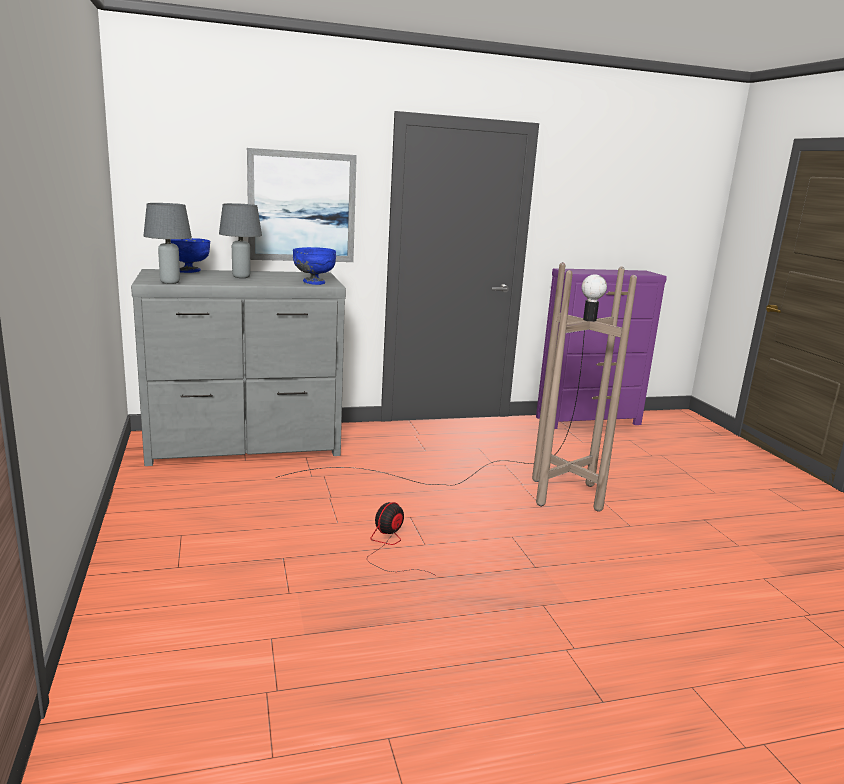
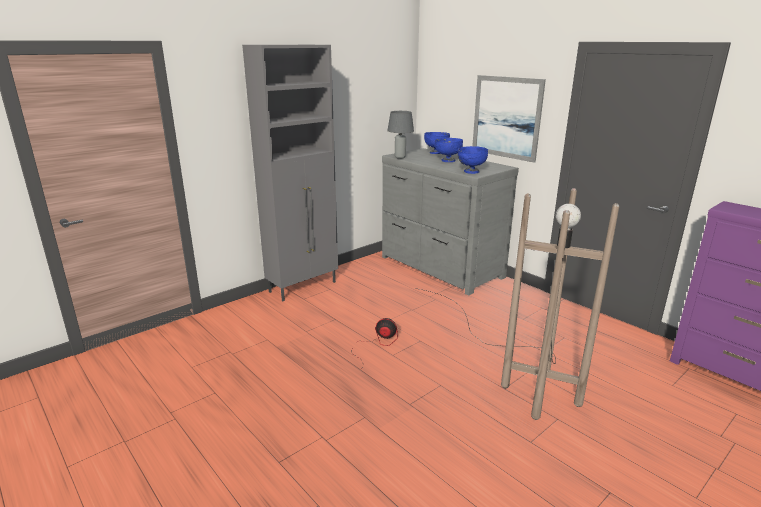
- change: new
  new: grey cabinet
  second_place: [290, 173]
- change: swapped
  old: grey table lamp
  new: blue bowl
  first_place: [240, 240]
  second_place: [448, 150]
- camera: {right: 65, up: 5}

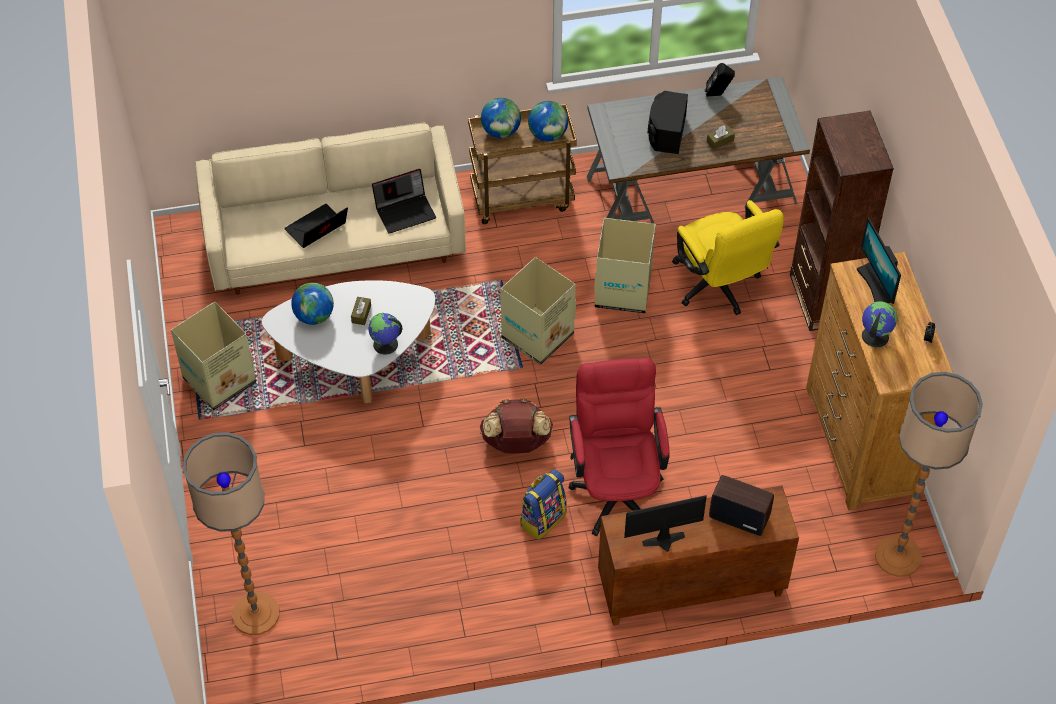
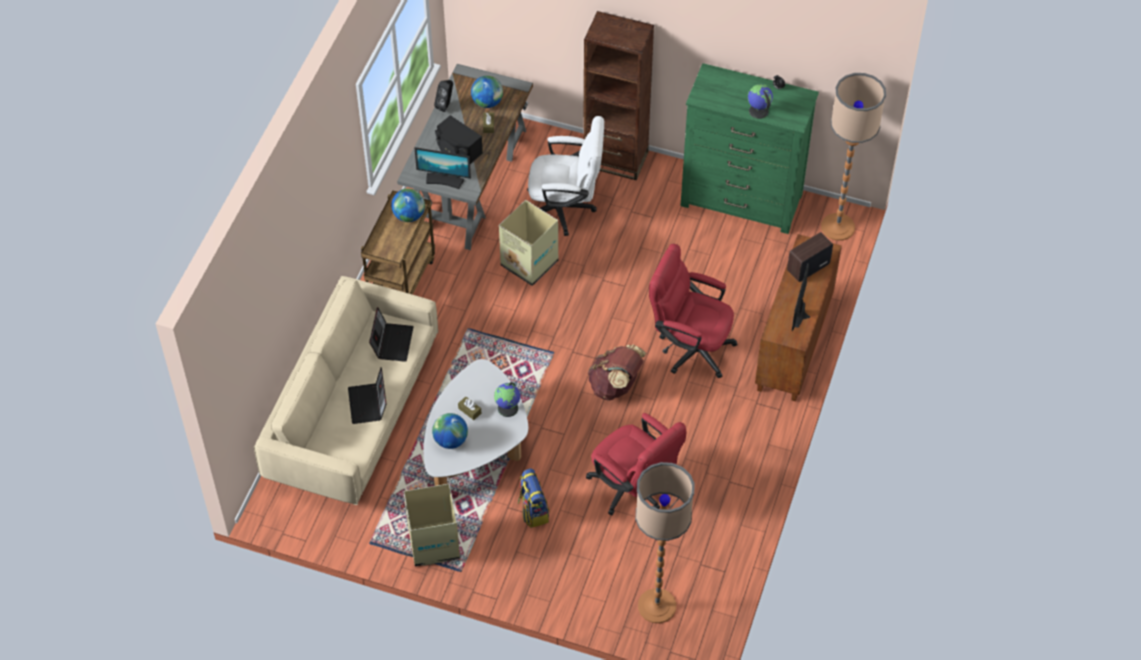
- change: gone
  old: cardboard box
  first_place: [538, 311]
- change: new
  new: red office chair
  second_place: [636, 464]
- change: shifted
  old: globe
  first_place: [501, 118]
  second_place: [487, 92]
- change: shifted
  old: backpack
  first_place: [543, 505]
  second_place: [533, 498]
- change: shifted
  old: monitor
  first_place: [878, 260]
  second_place: [443, 168]
- change: repainted
  old: yellow office chair
  new: white office chair
  first_place: [728, 257]
  second_place: [565, 176]
- change: repainted
  old: brown dresser
  new: green dresser
  first_place: [879, 381]
  second_place: [750, 148]
- camera: {right: -60, up: 0}

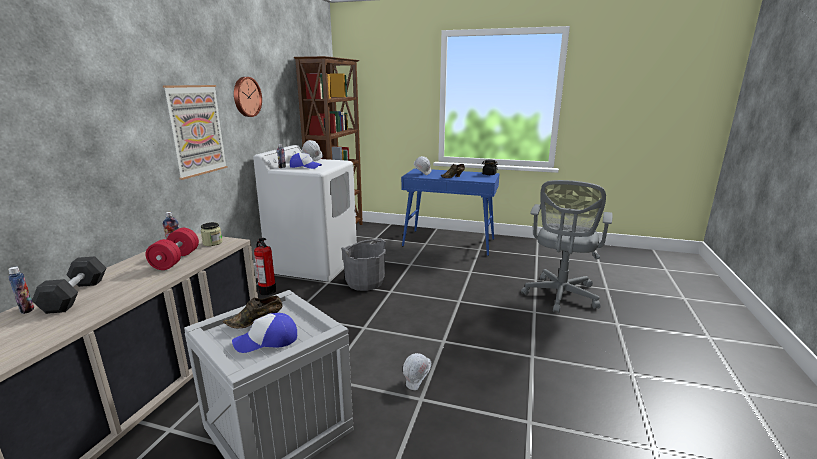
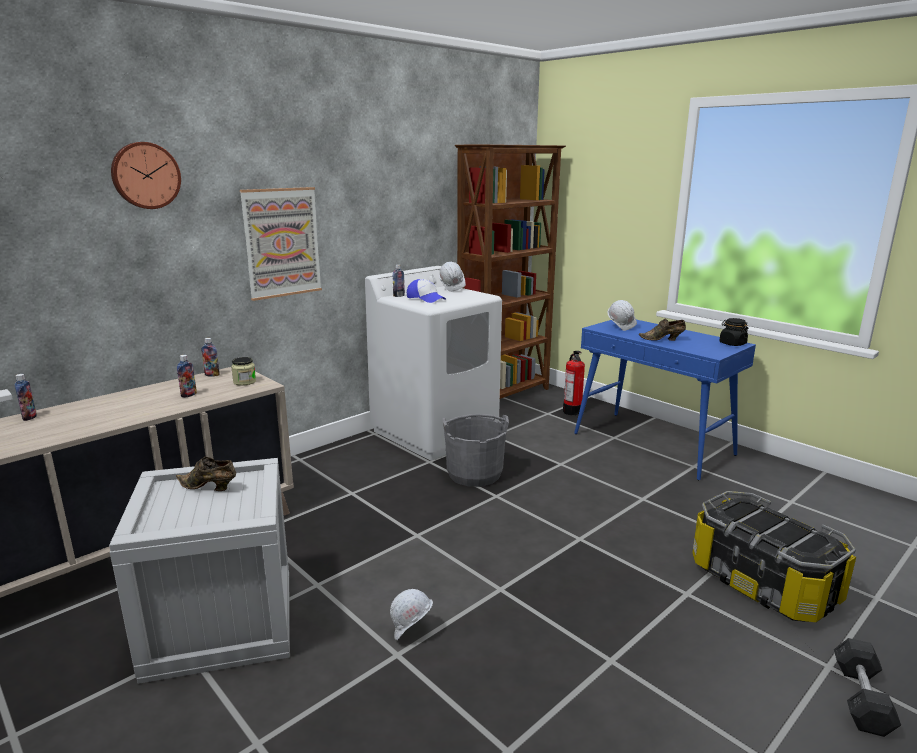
- change: gone
  old: cap
  first_place: [264, 333]
- change: shifted
  old: grey dumbbell
  first_place: [69, 285]
  second_place: [867, 687]
- change: shifted
  old: wall clock
  first_place: [248, 97]
  second_place: [146, 175]
- change: shifted
  old: fire extinguisher
  first_place: [265, 266]
  second_place: [574, 383]
- change: swapped
  old: red dumbbell
  new: bottle
  first_place: [172, 249]
  second_place: [187, 376]
- change: swapped
  old: grey office chair
  new: storage box
  first_place: [567, 246]
  second_place: [774, 556]
- camera: {right: 30, up: 0}

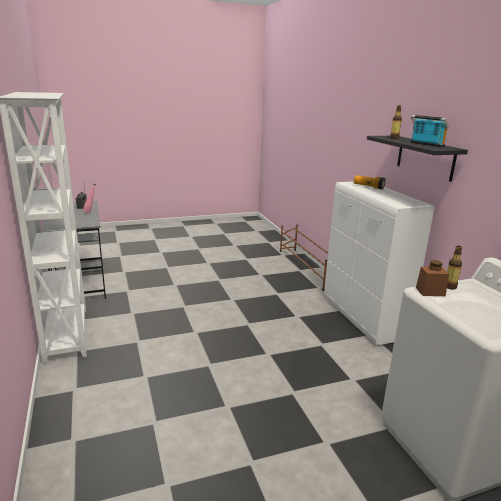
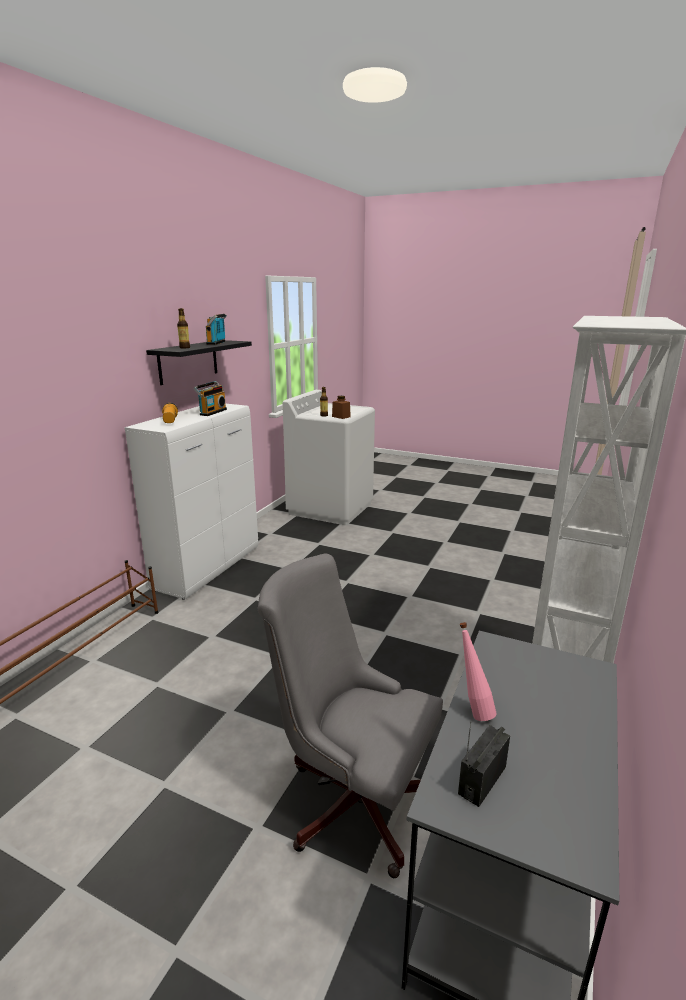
- change: new
  new: radio
  second_place: [210, 398]
- change: new
  new: grey office chair
  second_place: [350, 716]
- camera: {right: -135, up: 0}

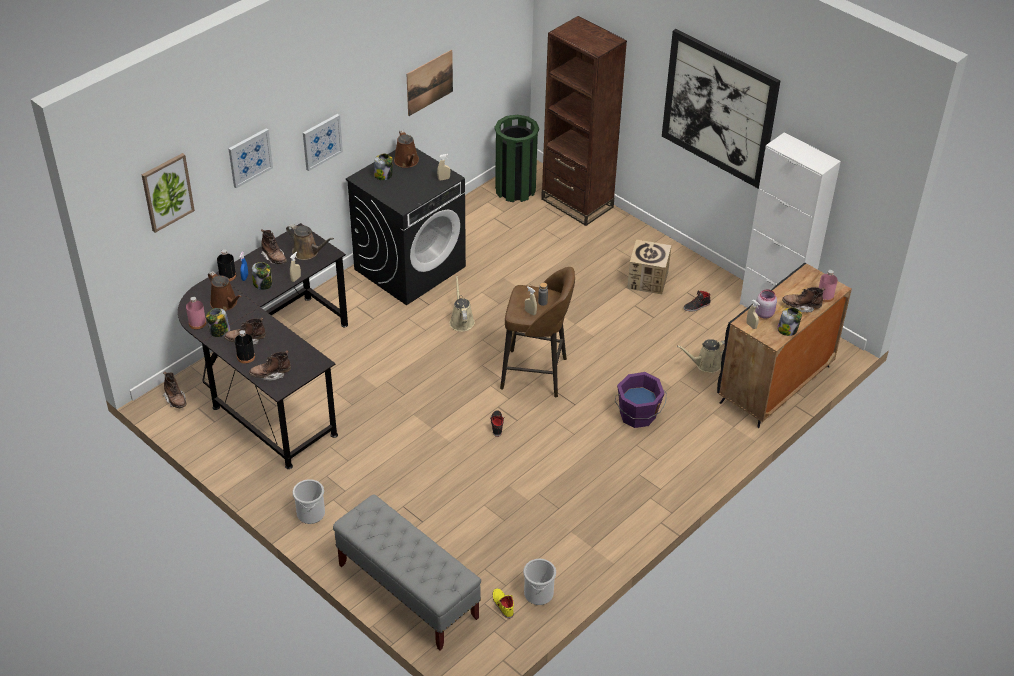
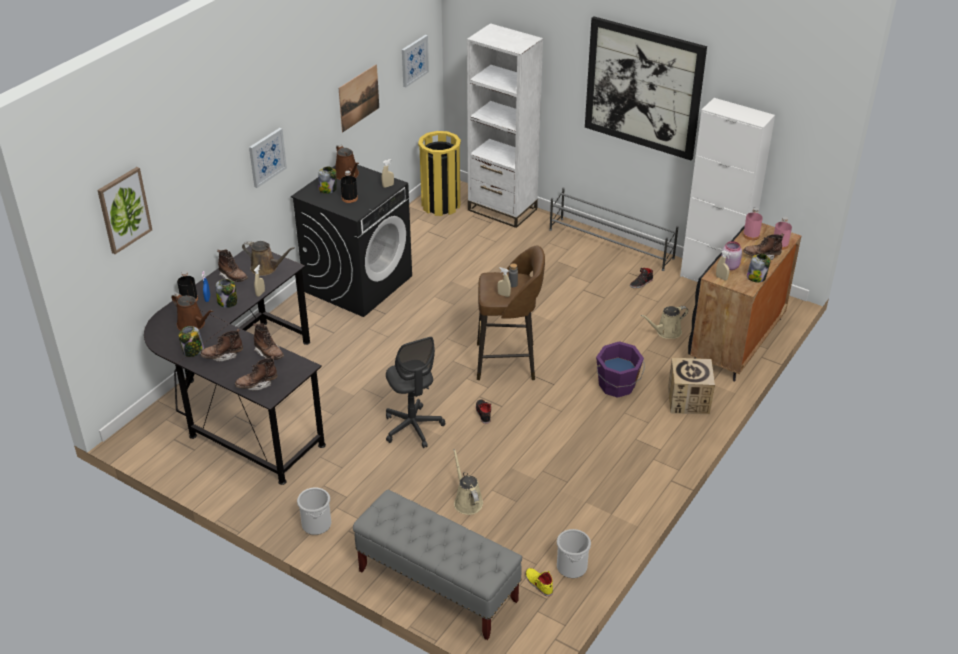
- change: new
  new: grey office chair
  second_place: [415, 392]
- change: new
  new: grey shoe rack
  second_place: [614, 229]
- change: shifted
  old: brown boot
  first_place: [175, 390]
  second_place: [268, 341]
- change: shifted
  old: pink bottle
  first_place: [196, 313]
  second_place: [753, 223]
- change: shifted
  old: picture
  first_place: [250, 158]
  second_place: [415, 61]
- change: shifted
  old: black bottle
  first_place: [245, 347]
  second_place: [349, 187]
- change: shifted
  old: beige watering can
  first_place: [462, 304]
  second_place: [468, 482]
- change: shifted
  old: cardboard box
  first_place: [649, 266]
  second_place: [691, 386]
- change: repainted
  old: green trash can
  new: yellow trash can
  first_place: [517, 158]
  second_place: [439, 173]
- change: repainted
  old: brown bookcase
  new: white bookcase
  first_place: [584, 121]
  second_place: [505, 125]
- camera: {right: -10, up: -5}

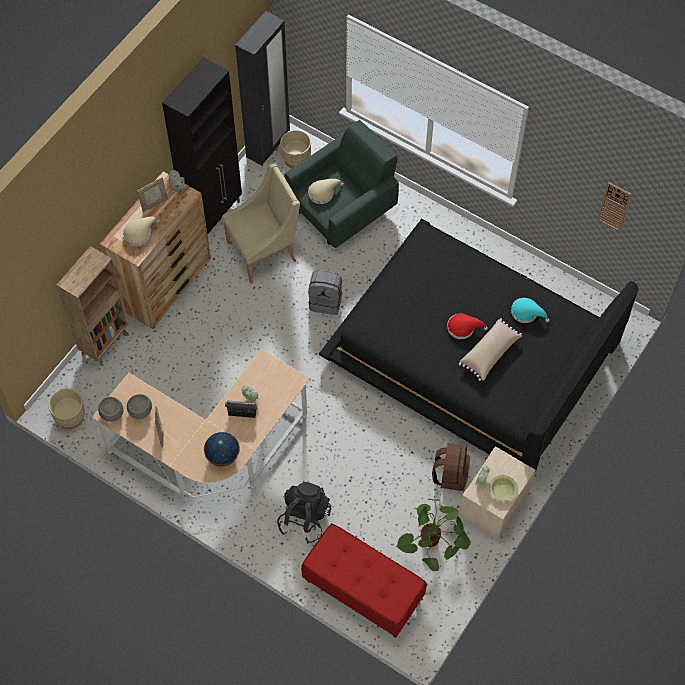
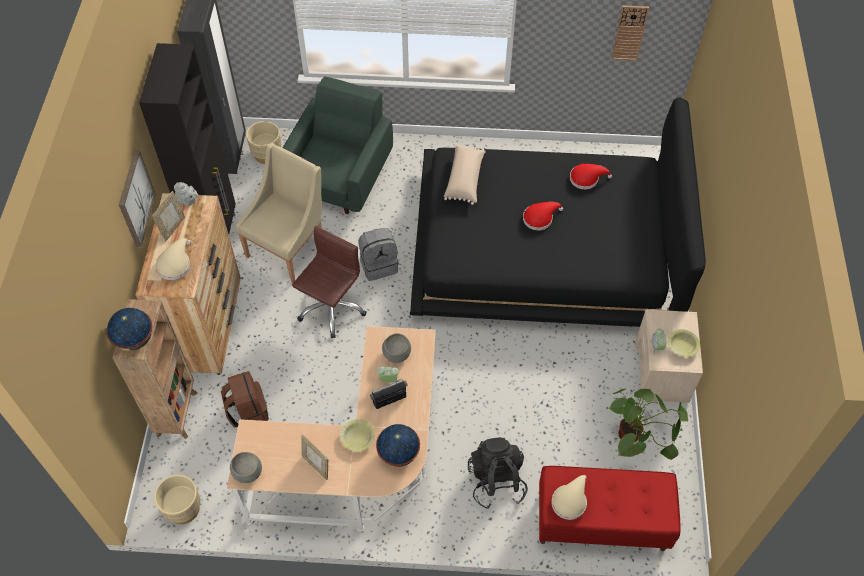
- change: new
  new: globe
  second_place: [129, 329]
- change: new
  new: picture
  second_place: [137, 199]
- change: new
  new: brown office chair
  second_place: [329, 282]
- change: new
  new: yellow bowl
  second_place: [357, 435]
- change: shifted
  old: grey bowl
  first_place: [139, 406]
  second_place: [396, 348]
- change: shifted
  old: beige hat
  first_place: [326, 191]
  second_place: [569, 497]
- change: shifted
  old: brown backpack
  first_place: [451, 467]
  second_place: [245, 399]
- change: shifted
  old: beige pillow
  first_place: [490, 349]
  second_place: [465, 175]
- change: repainted
  old: turquoise hat
  new: red hat
  first_place: [530, 310]
  second_place: [591, 177]
- camera: {right: -30, up: -5}

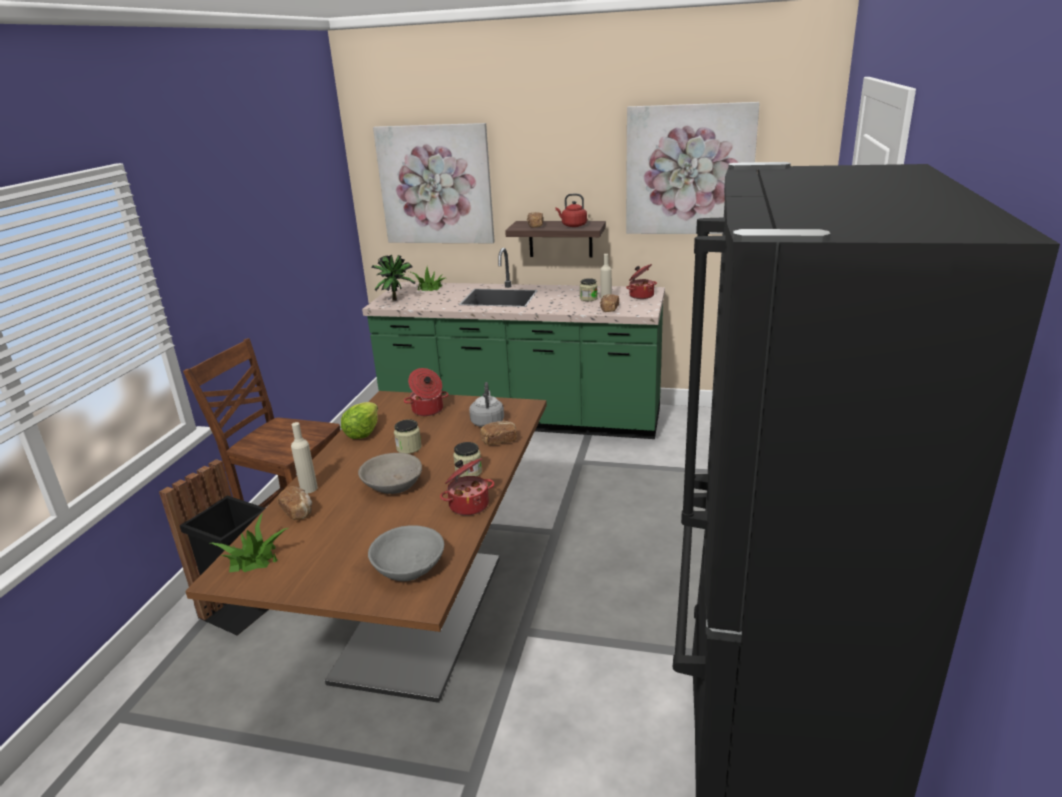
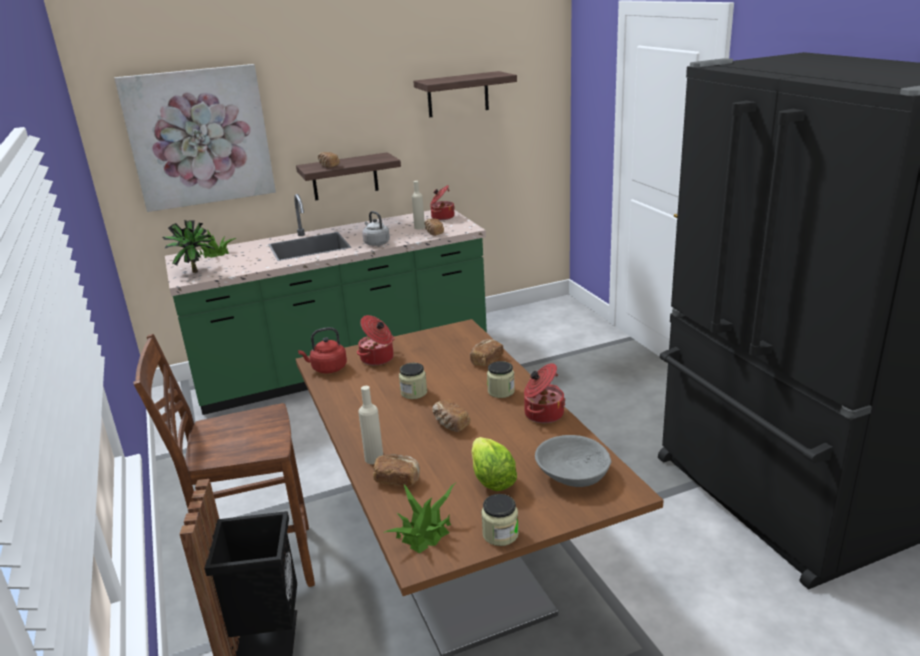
- change: shifted
  old: lettuce
  first_place: [359, 420]
  second_place: [494, 464]
- change: shifted
  old: grey kettle
  first_place: [486, 404]
  second_place: [376, 228]
- change: shifted
  old: red kettle
  first_place: [571, 210]
  second_place: [322, 350]
- change: shifted
  old: jar
  first_place: [589, 289]
  second_place: [500, 520]
- change: swapped
  old: grey bowl
  new: bread
  first_place: [390, 473]
  second_place: [451, 416]
- change: swapped
  old: picture
  new: shelf
  first_place: [693, 168]
  second_place: [465, 94]
- camera: {right: -35, up: 0}

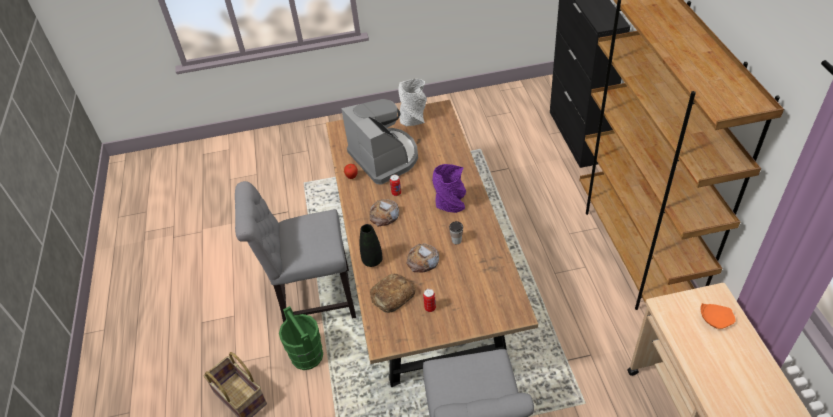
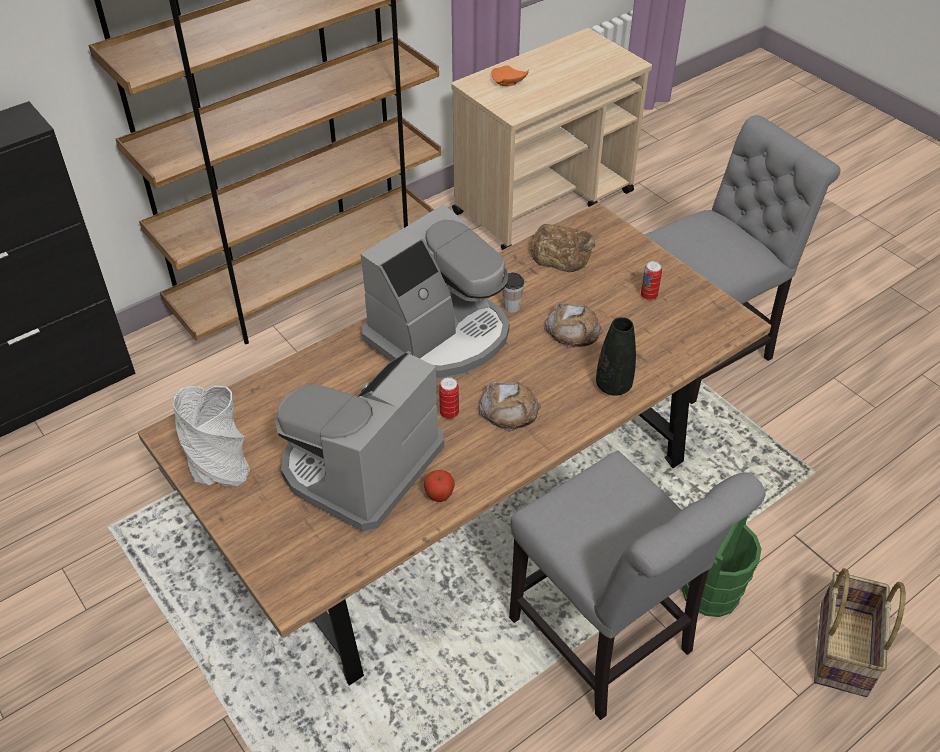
- change: shifted
  old: bread
  first_place: [392, 293]
  second_place: [562, 248]
- change: swapped
  old: purple vase
  new: coffee machine
  first_place: [449, 188]
  second_place: [435, 292]
- camera: {right: -120, up: 0}

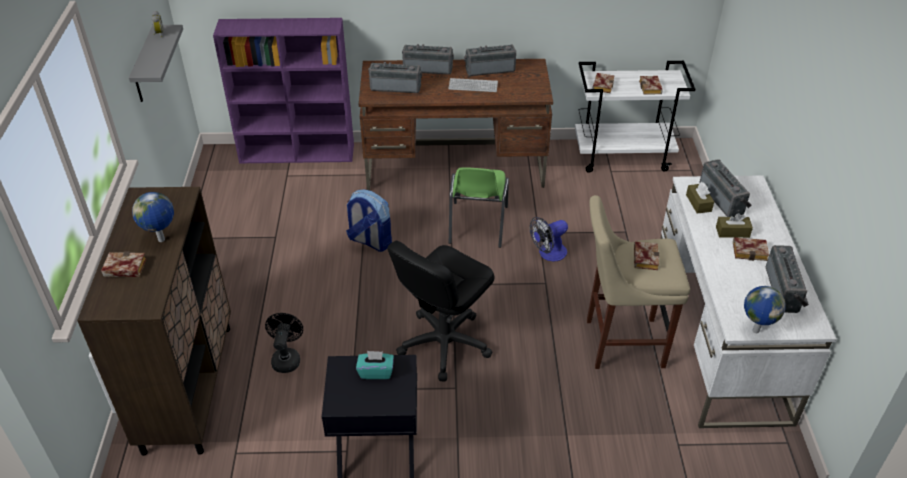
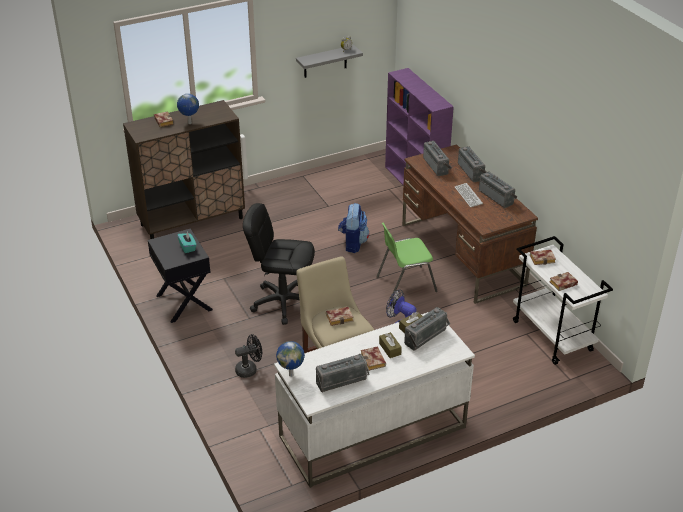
- change: shifted
  old: black fan
  first_place: [284, 343]
  second_place: [248, 356]
- camera: {right: 65, up: -5}

